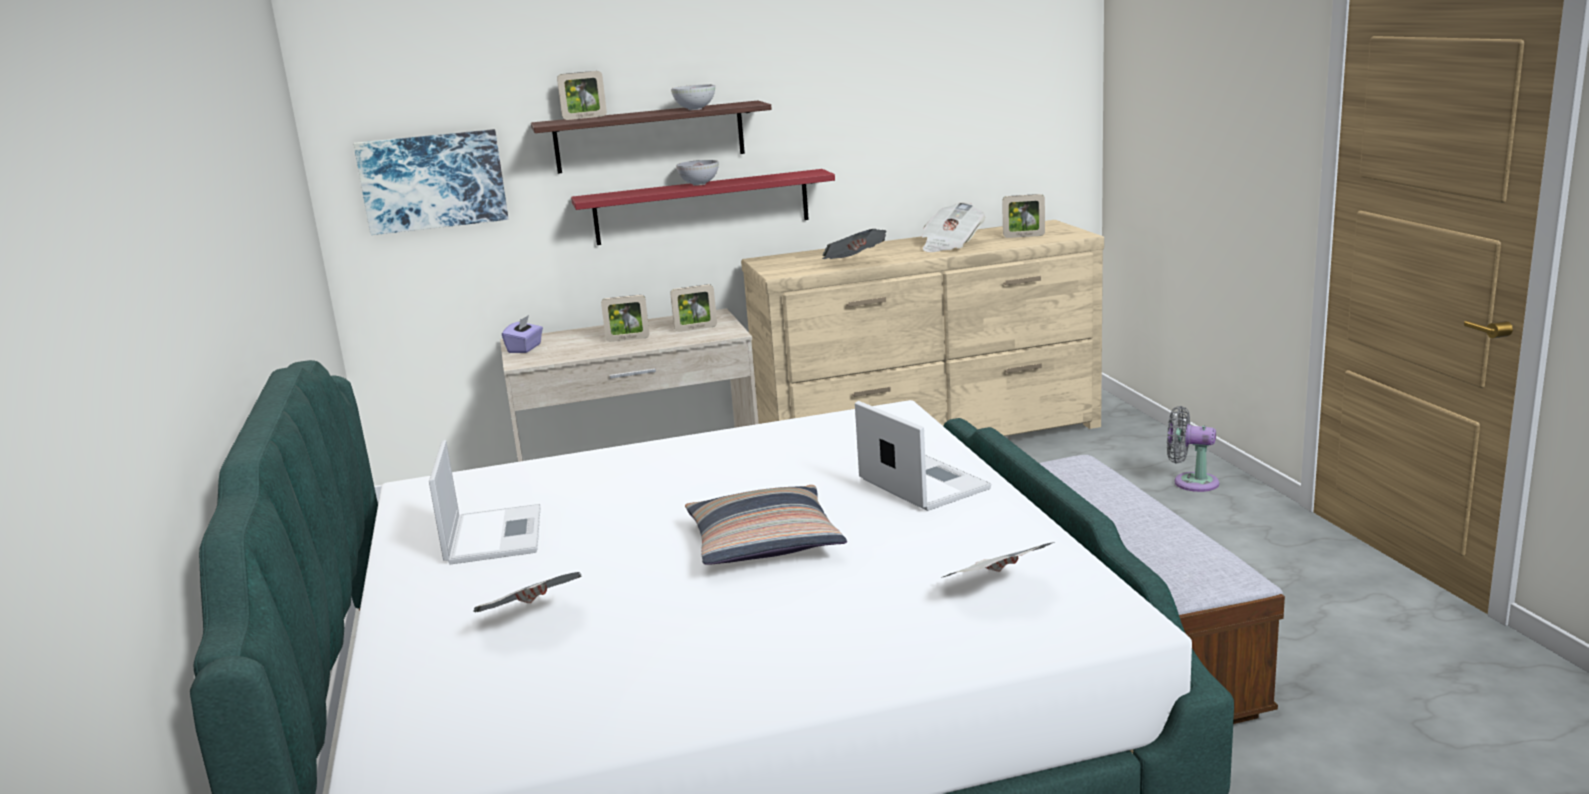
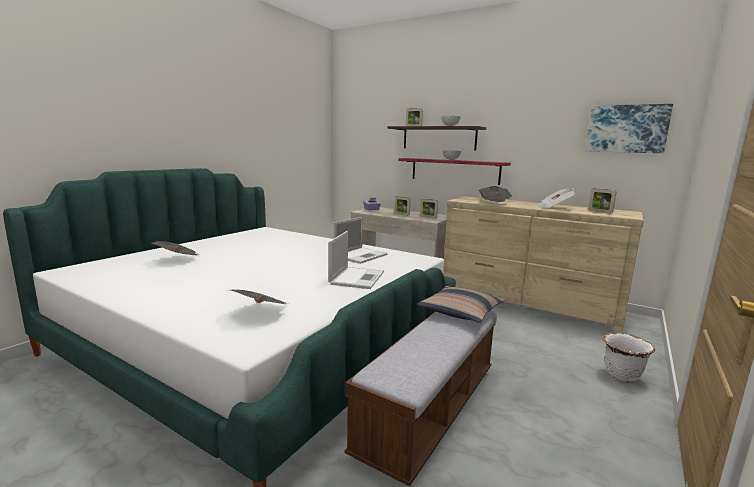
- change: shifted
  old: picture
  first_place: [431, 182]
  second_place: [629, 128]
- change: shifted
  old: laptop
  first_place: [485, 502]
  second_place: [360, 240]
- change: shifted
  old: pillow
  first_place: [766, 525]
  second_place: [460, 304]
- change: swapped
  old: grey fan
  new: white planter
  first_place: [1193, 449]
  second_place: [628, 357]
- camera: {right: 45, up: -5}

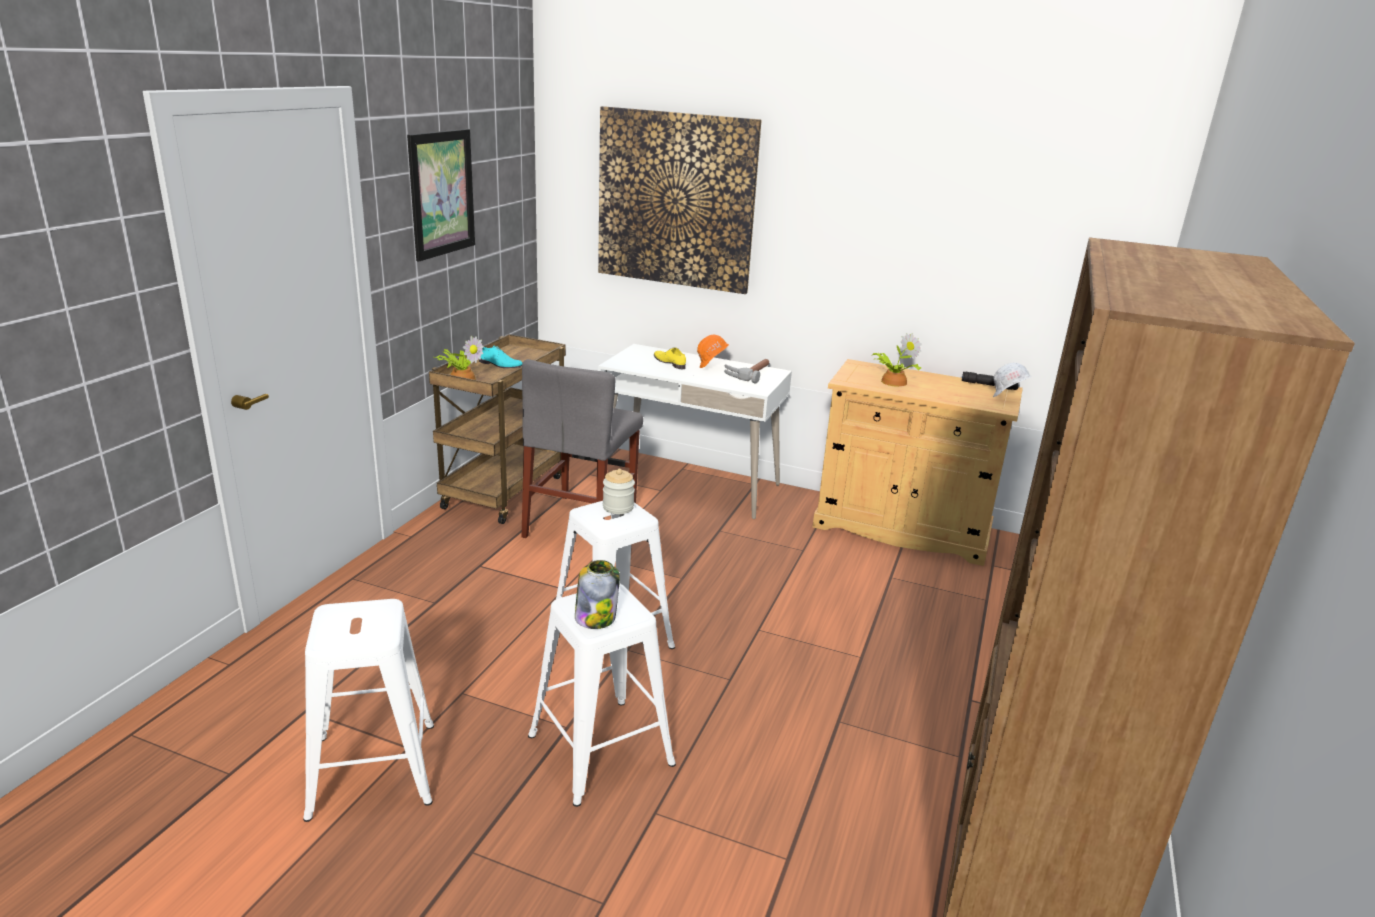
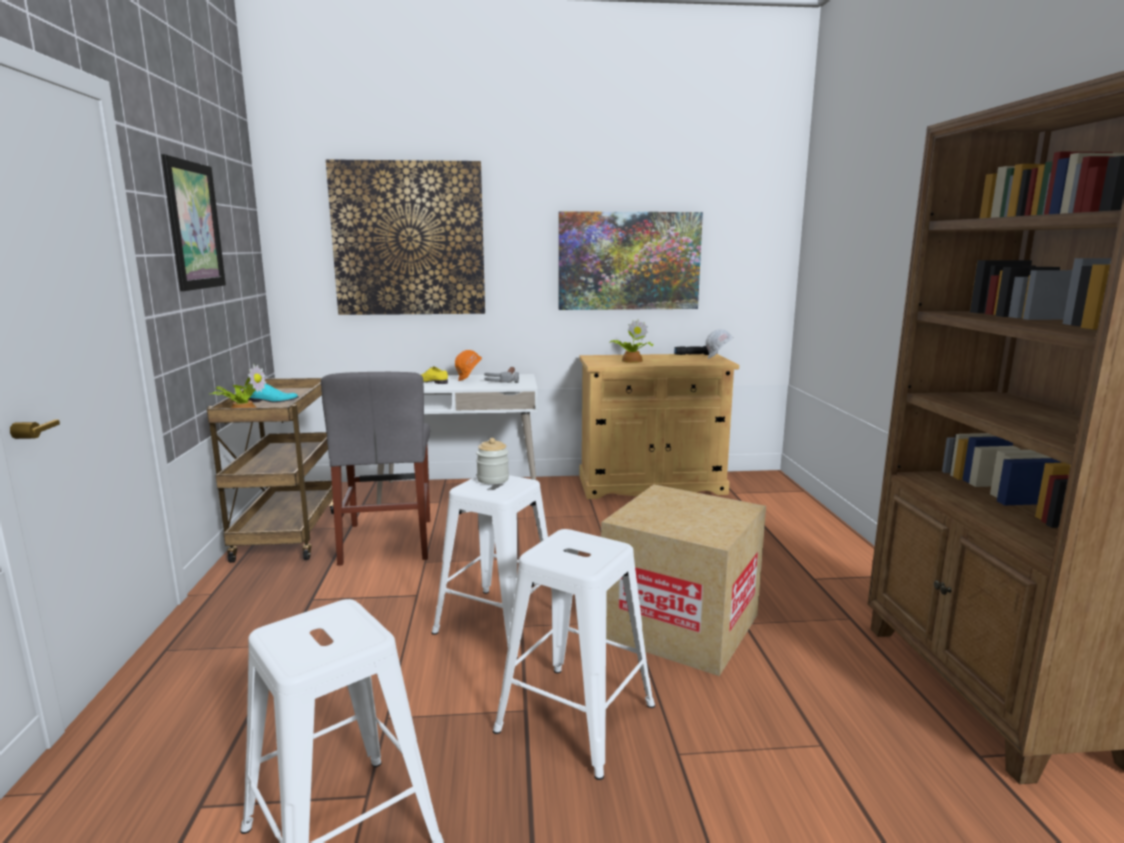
- change: gone
  old: jar
  first_place: [597, 594]
- change: new
  new: picture
  second_place: [630, 260]
- change: new
  new: cardboard box
  second_place: [683, 580]
- camera: {right: -25, up: -10}

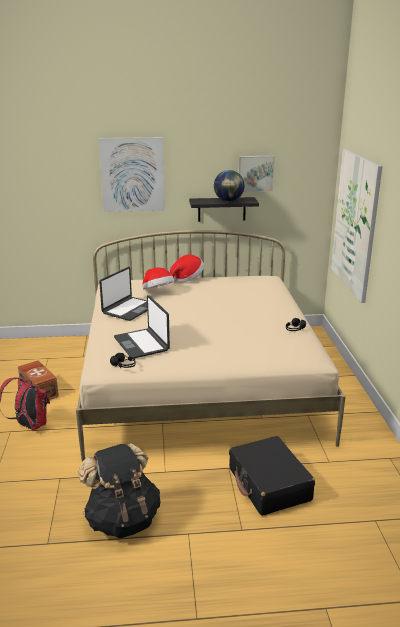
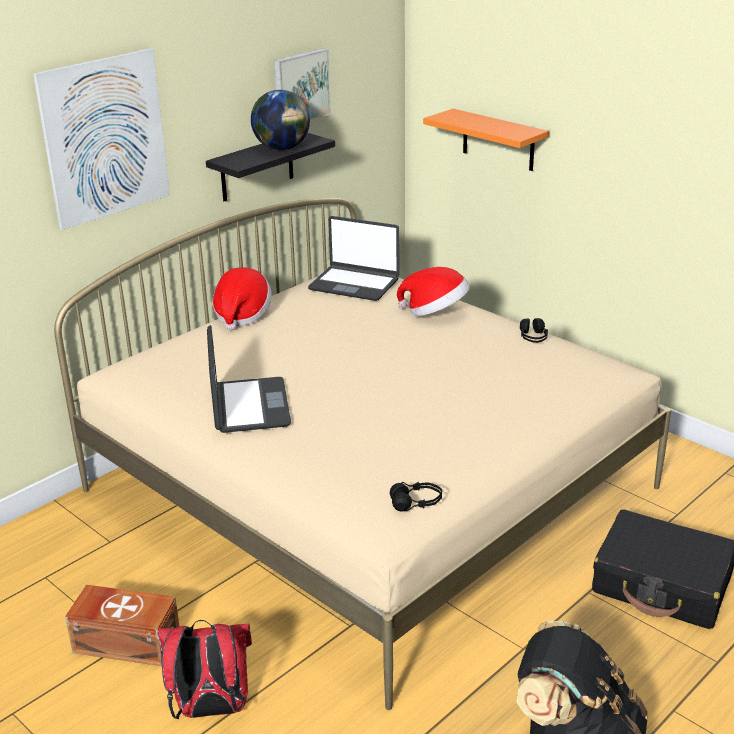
- change: shifted
  old: laptop
  first_place: [142, 326]
  second_place: [353, 258]
- change: shifted
  old: hat
  first_place: [158, 278]
  second_place: [433, 291]
- change: swapped
  old: picture
  new: orange shelf
  first_place: [356, 226]
  second_place: [486, 140]
- camera: {right: -40, up: 5}

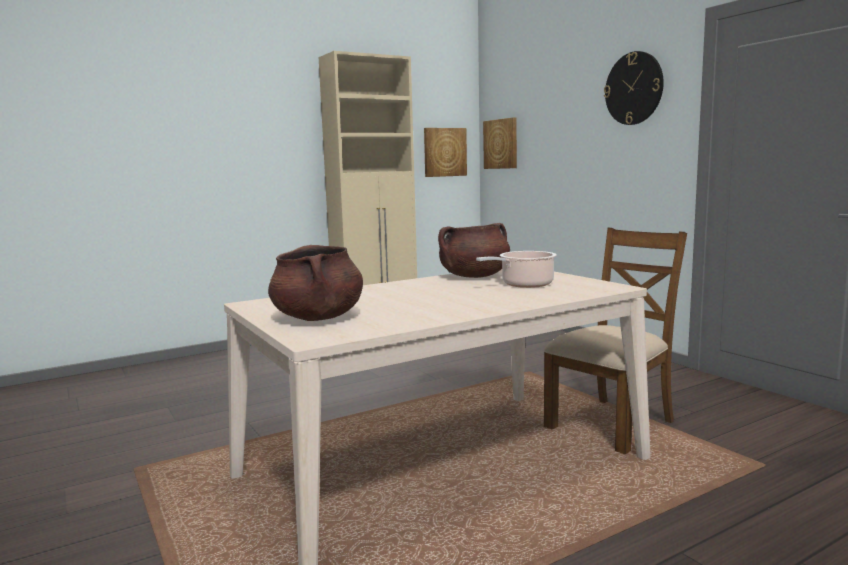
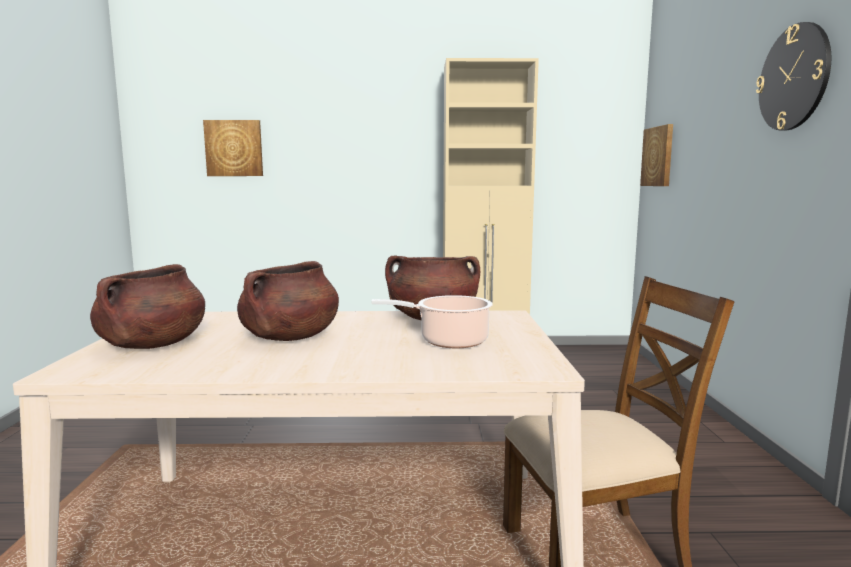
- change: new
  new: brown cooking pot
  second_place: [288, 301]
- change: shifted
  old: picture
  first_place: [445, 152]
  second_place: [233, 148]
- camera: {right: 30, up: 0}

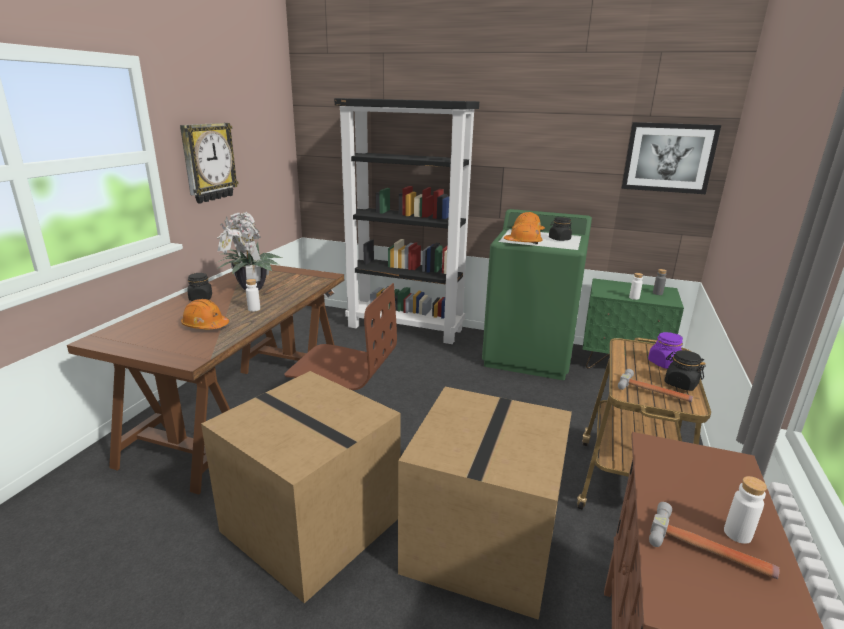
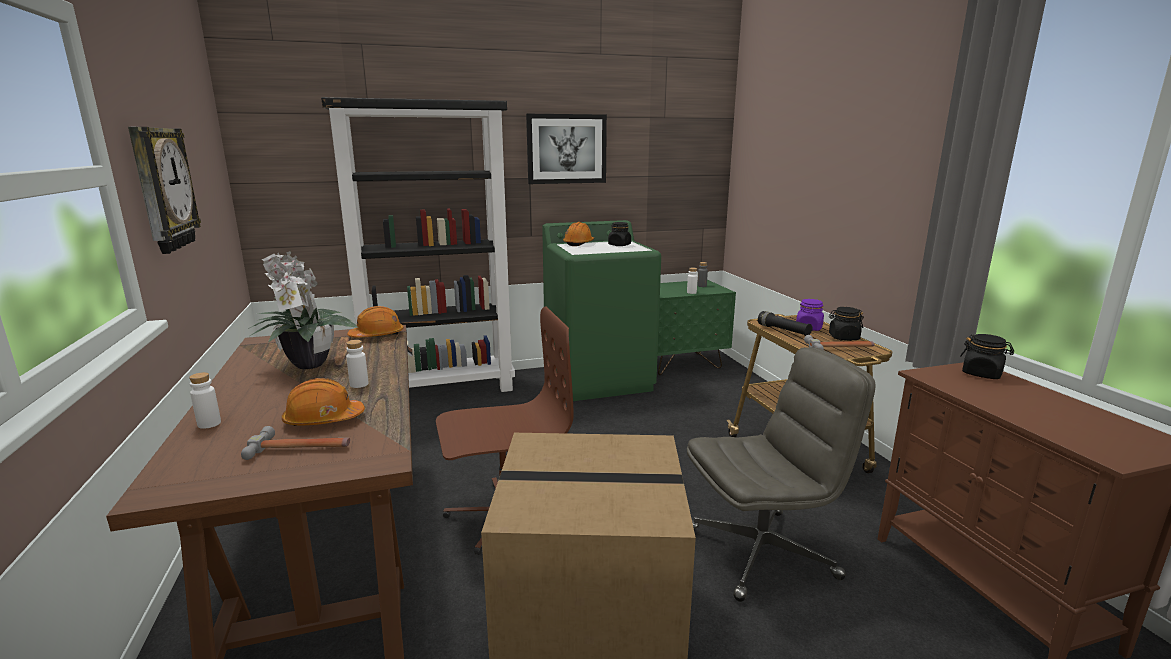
- change: new
  new: black flashlight
  second_place: [785, 323]
- change: shifted
  old: black jar
  first_place: [200, 287]
  second_place: [987, 356]
- change: shifted
  old: orange hard hat
  first_place: [523, 232]
  second_place: [375, 322]
- change: shifted
  old: picture
  first_place: [671, 158]
  second_place: [566, 149]
- change: shifted
  old: hammer
  first_place: [714, 540]
  second_place: [295, 443]
- change: shifted
  old: white bottle
  first_place: [745, 510]
  second_place: [205, 400]
- change: swapped
  old: cardboard box
  new: grey office chair
  first_place: [485, 503]
  second_place: [781, 474]
- camera: {right: -35, up: -5}

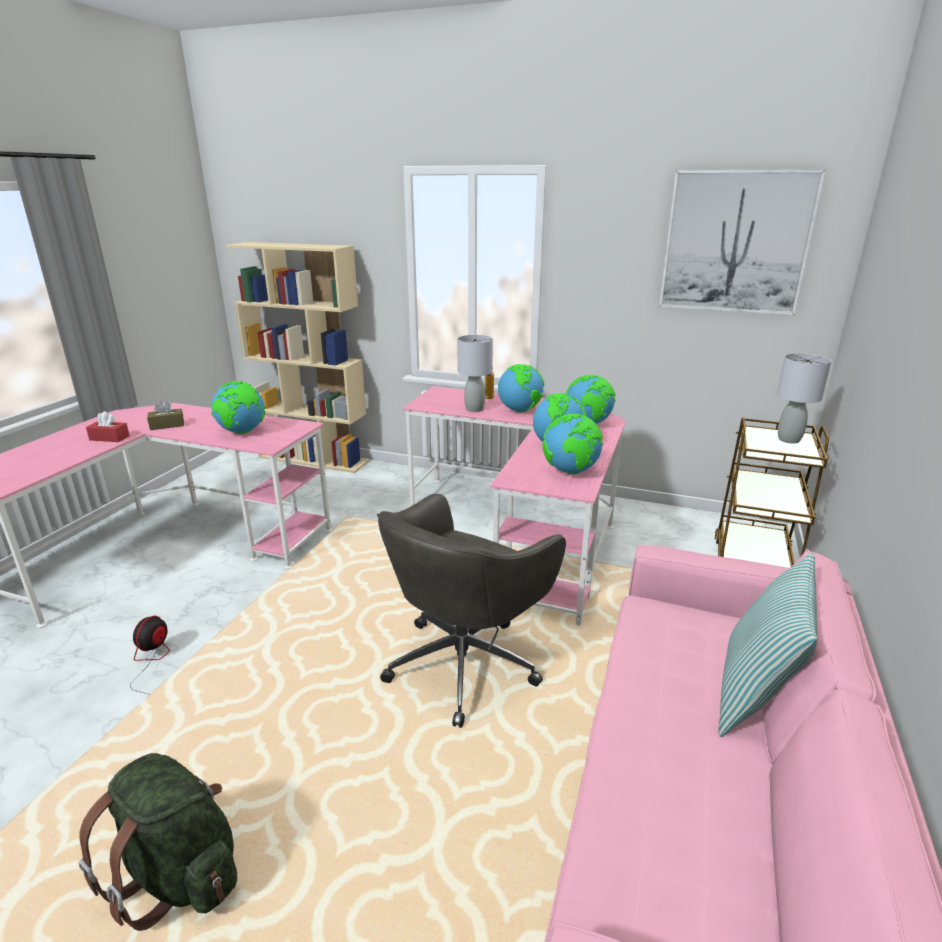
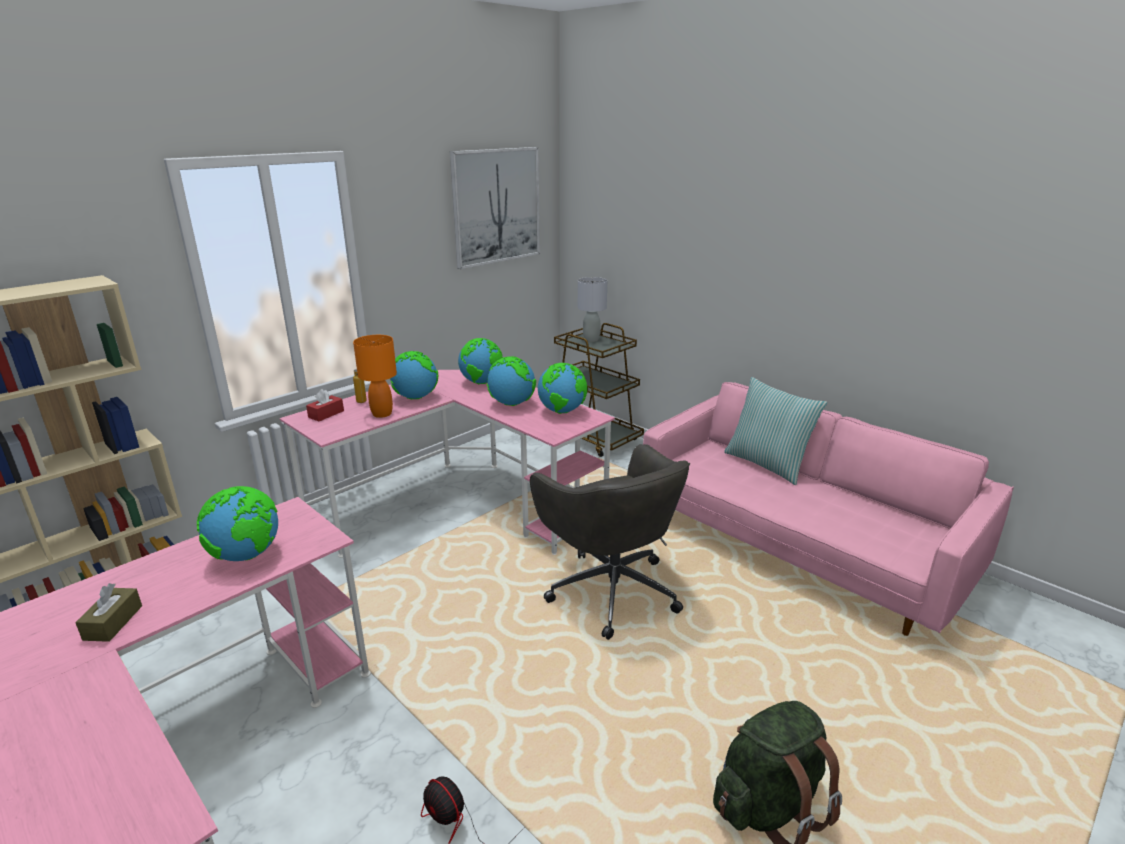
- change: shifted
  old: red tissue box
  first_place: [108, 426]
  second_place: [325, 405]
- change: repainted
  old: grey table lamp
  new: orange table lamp
  first_place: [475, 373]
  second_place: [375, 376]
- camera: {right: -65, up: 0}

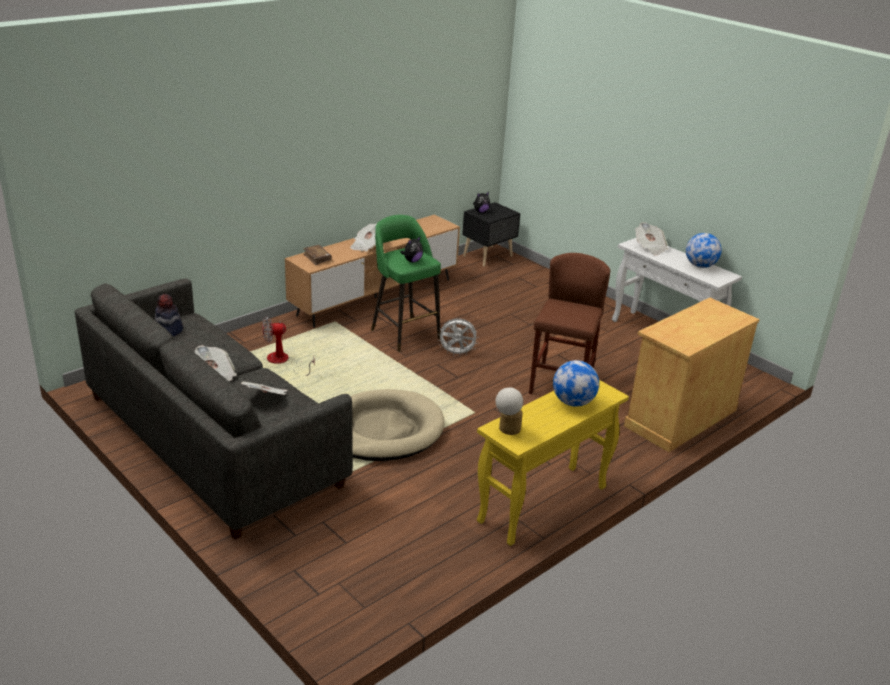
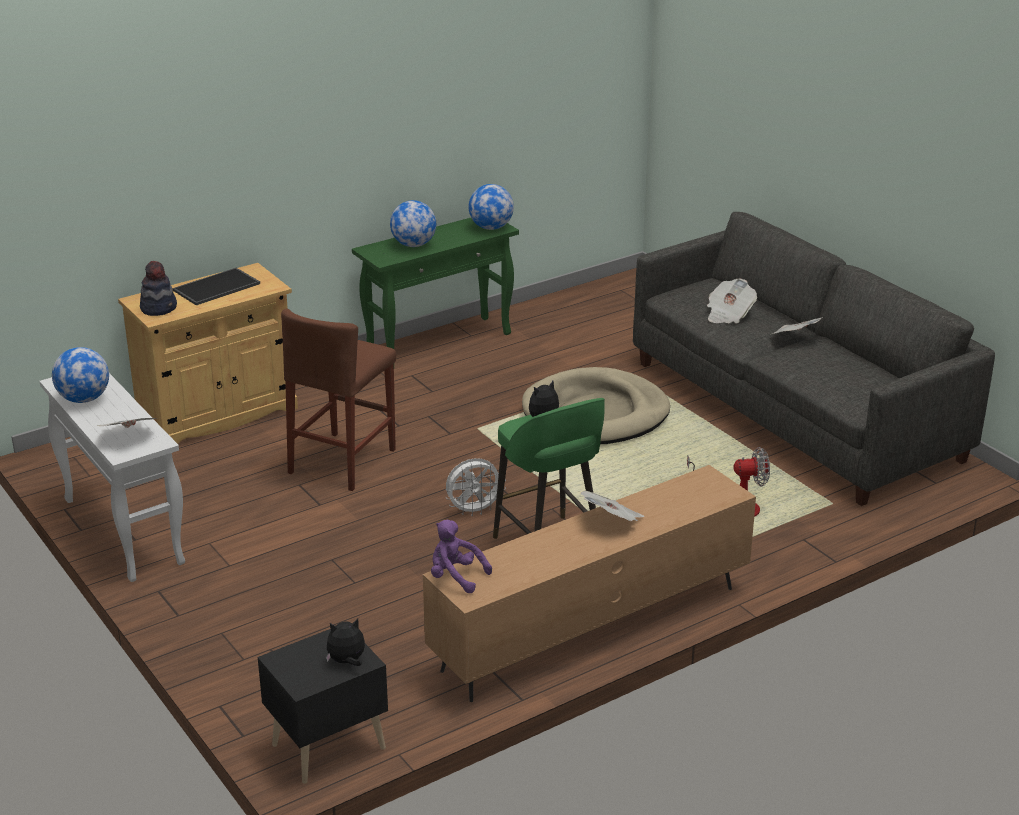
- change: gone
  old: brown book
  first_place: [317, 255]
- change: new
  new: tray
  second_place: [216, 286]
- change: new
  new: purple plush toy
  second_place: [461, 556]
- change: shifted
  old: hat
  first_place: [169, 315]
  second_place: [158, 288]
- change: swapped
  old: table lamp
  new: globe
  first_place: [509, 411]
  second_place: [491, 207]
- change: repainted
  old: yellow console table
  new: green console table
  first_place: [553, 463]
  second_place: [435, 283]
- change: rotated
  old: white fan
  first_place: [458, 337]
  second_place: [476, 487]
  degrees: 150
- camera: {right: -170, up: 0}

